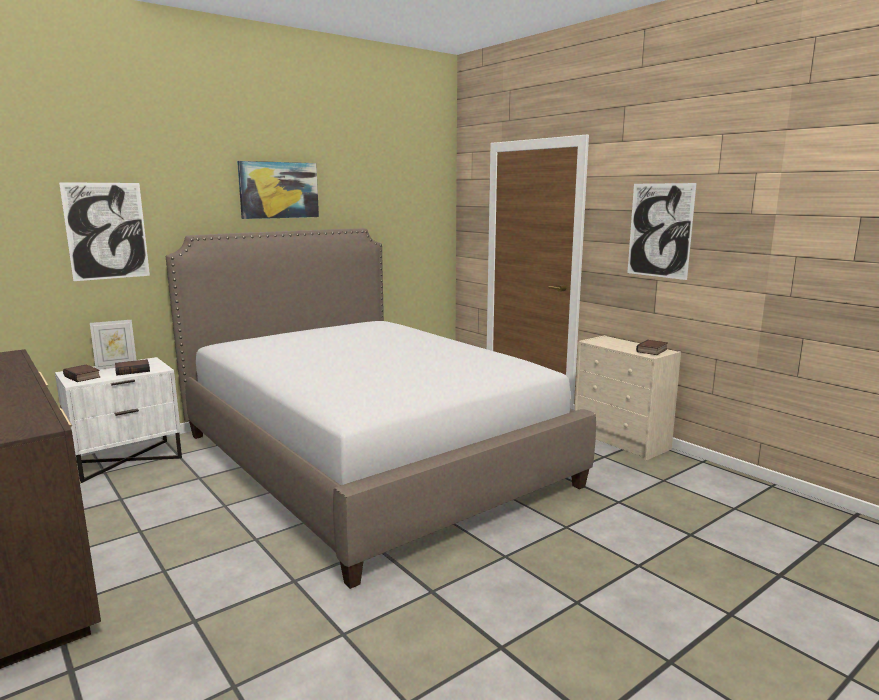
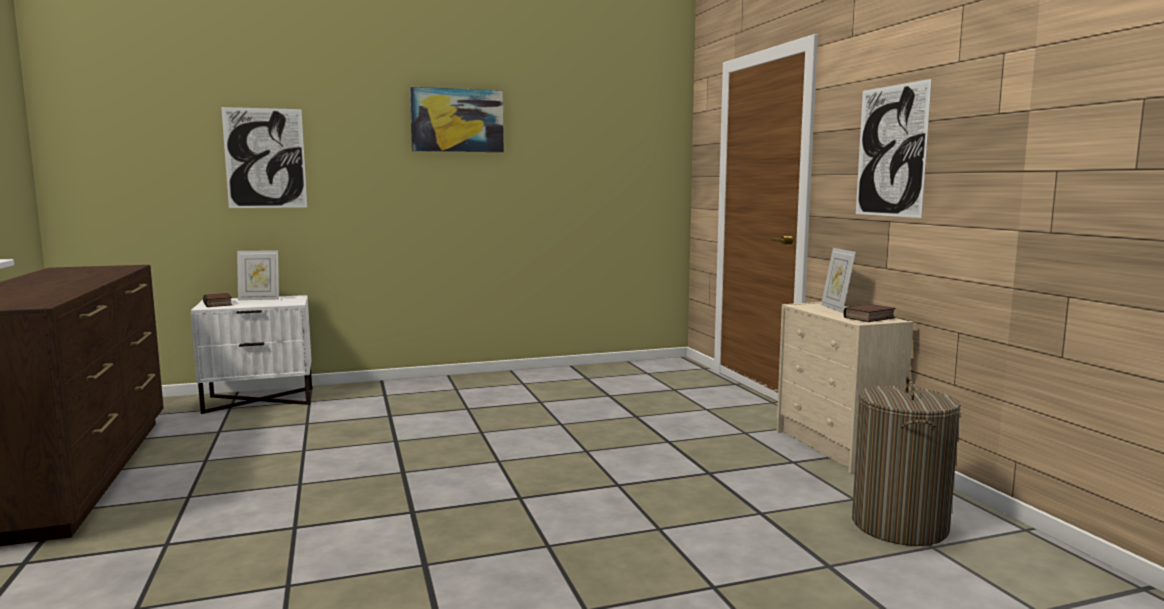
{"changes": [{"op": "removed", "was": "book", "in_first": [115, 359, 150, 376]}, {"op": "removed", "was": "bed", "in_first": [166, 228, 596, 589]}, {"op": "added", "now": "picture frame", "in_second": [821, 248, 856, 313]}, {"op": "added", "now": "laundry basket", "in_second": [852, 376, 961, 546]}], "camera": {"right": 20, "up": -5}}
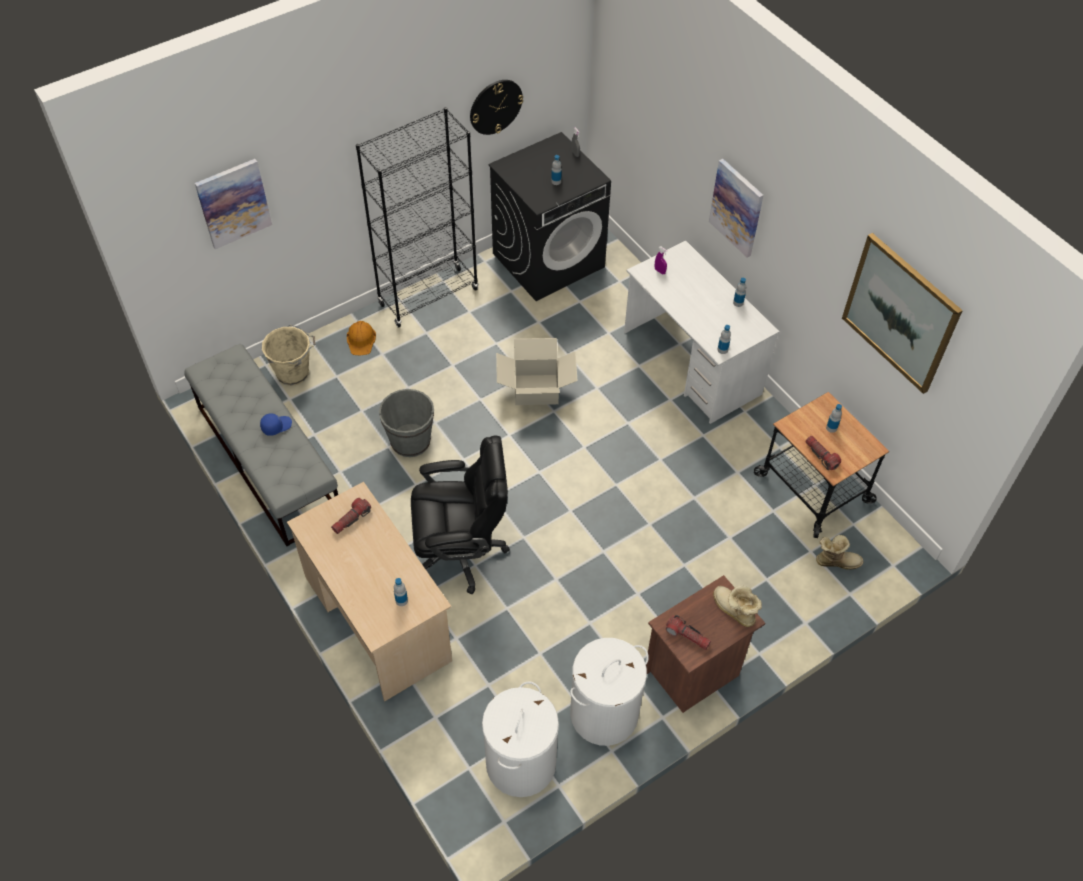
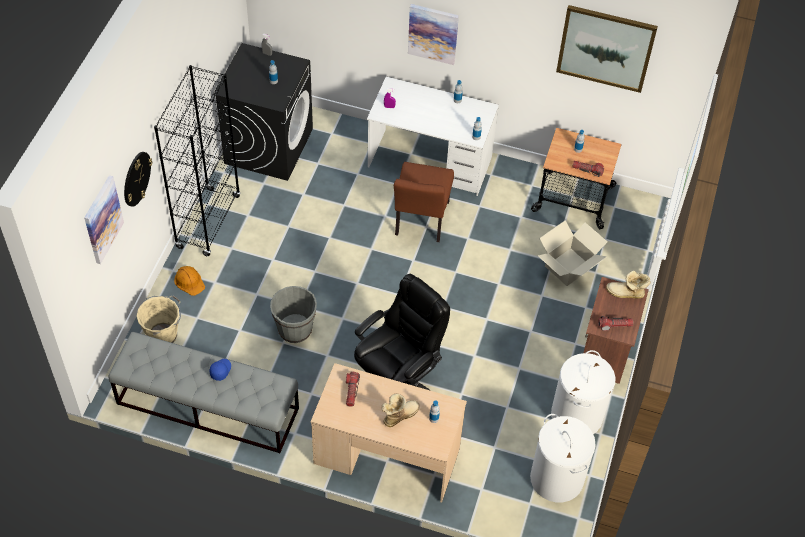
{"changes": [{"op": "moved", "was": "wall clock", "in_first": [470, 80, 523, 135], "in_second": [124, 152, 152, 207]}, {"op": "moved", "was": "cardboard box", "in_first": [496, 338, 577, 405], "in_second": [538, 220, 607, 286]}, {"op": "moved", "was": "boot", "in_first": [816, 535, 863, 570], "in_second": [382, 393, 420, 427]}, {"op": "added", "now": "chair/brown", "in_second": [394, 162, 454, 242]}], "camera": {"right": -40, "up": 0}}
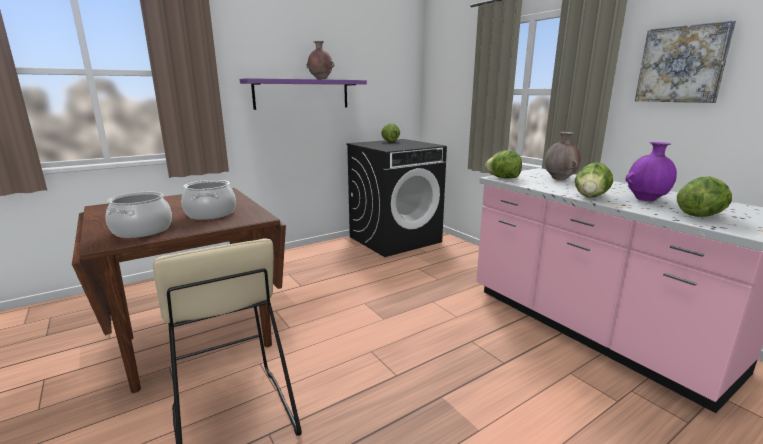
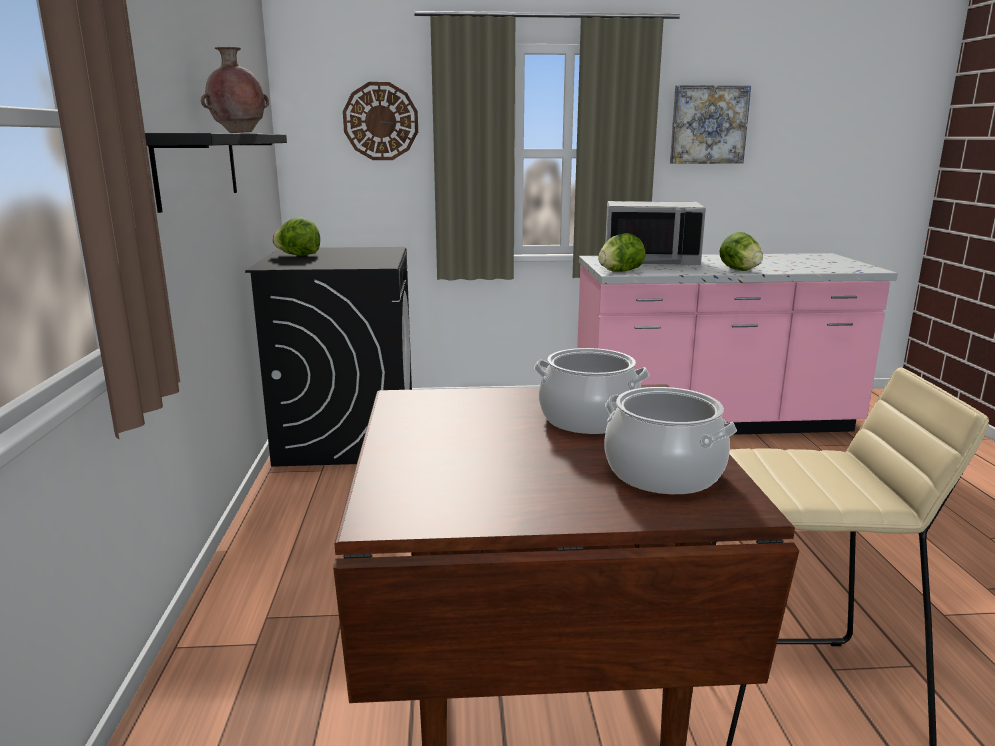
{"changes": [{"op": "recoloured", "was": "shelf/purple", "now": "shelf/black", "in_first": [240, 78, 367, 110], "in_second": [145, 133, 287, 213]}, {"op": "replaced", "was": "vase/brown", "now": "microwave/grey", "in_first": [545, 132, 581, 180], "in_second": [605, 201, 706, 266]}, {"op": "removed", "was": "vase/purple", "in_first": [625, 142, 677, 201]}, {"op": "removed", "was": "lettuce", "in_first": [677, 176, 732, 217]}, {"op": "added", "now": "wall clock", "in_second": [343, 82, 418, 160]}], "camera": {"right": -60, "up": 0}}
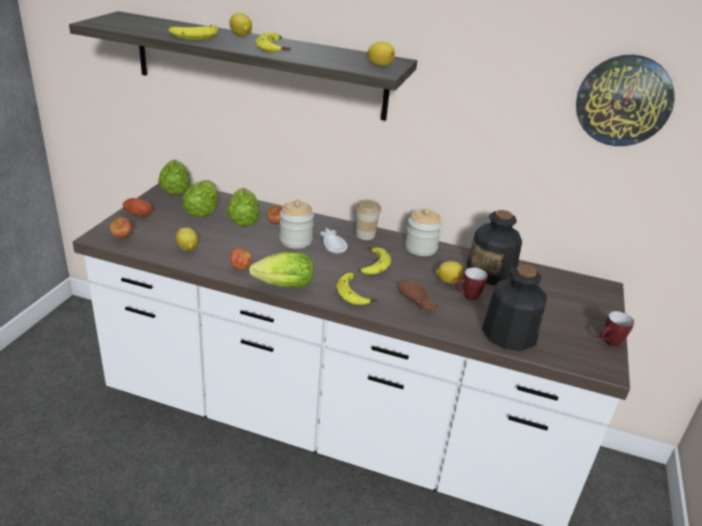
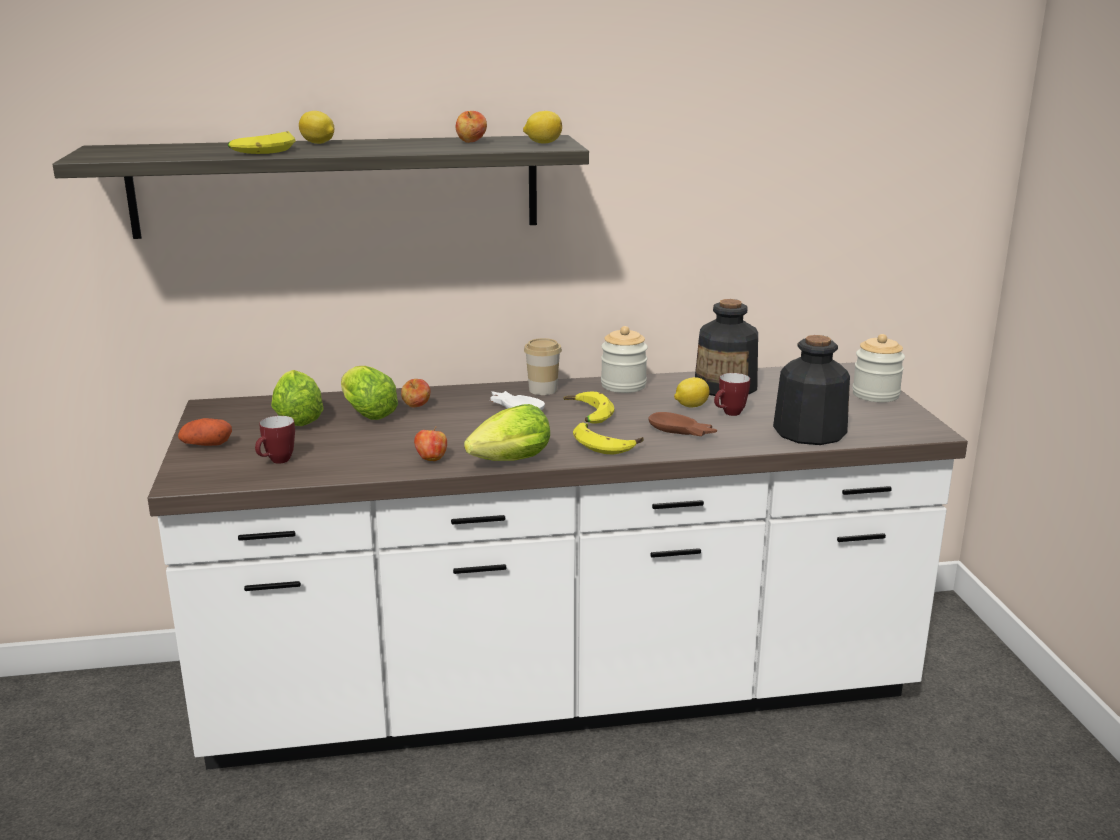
{"changes": [{"op": "moved", "was": "apple", "in_first": [110, 218, 132, 238], "in_second": [456, 111, 487, 143]}, {"op": "removed", "was": "lettuce", "in_first": [158, 159, 190, 195]}, {"op": "removed", "was": "lemon", "in_first": [176, 228, 198, 251]}, {"op": "removed", "was": "banana", "in_first": [255, 32, 291, 53]}, {"op": "moved", "was": "jar", "in_first": [279, 200, 314, 249], "in_second": [852, 334, 905, 402]}, {"op": "removed", "was": "wall clock", "in_first": [576, 55, 675, 146]}, {"op": "moved", "was": "mug", "in_first": [600, 311, 634, 347], "in_second": [255, 416, 295, 464]}], "camera": {"right": -25, "up": -10}}
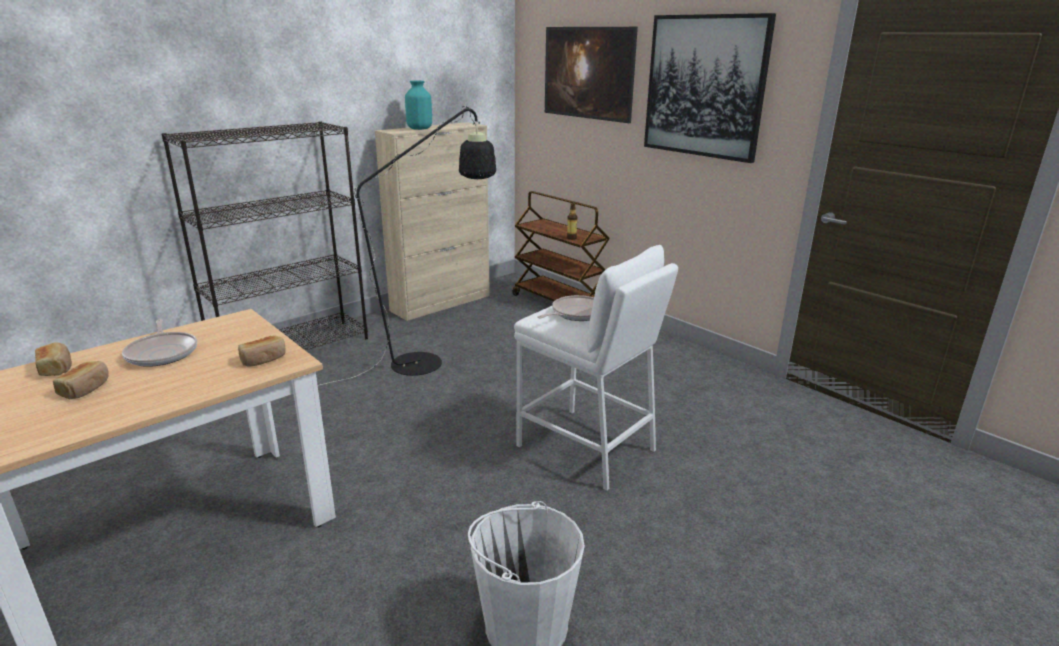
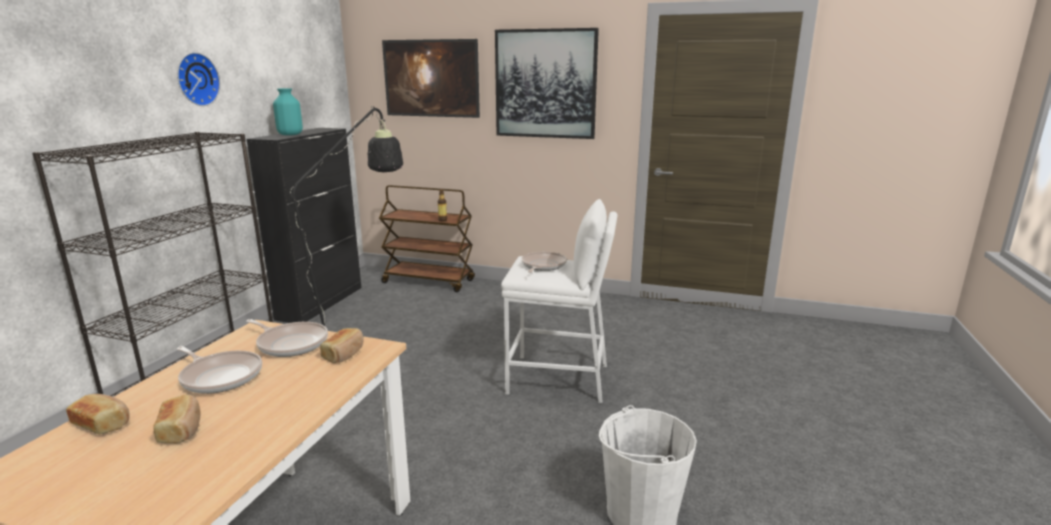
{"changes": [{"op": "recoloured", "was": "cabinet/beige", "now": "cabinet/black", "in_first": [375, 122, 490, 321], "in_second": [246, 128, 361, 323]}, {"op": "added", "now": "wall clock", "in_second": [177, 52, 220, 106]}, {"op": "added", "now": "frying pan", "in_second": [246, 319, 328, 357]}], "camera": {"right": -30, "up": -5}}
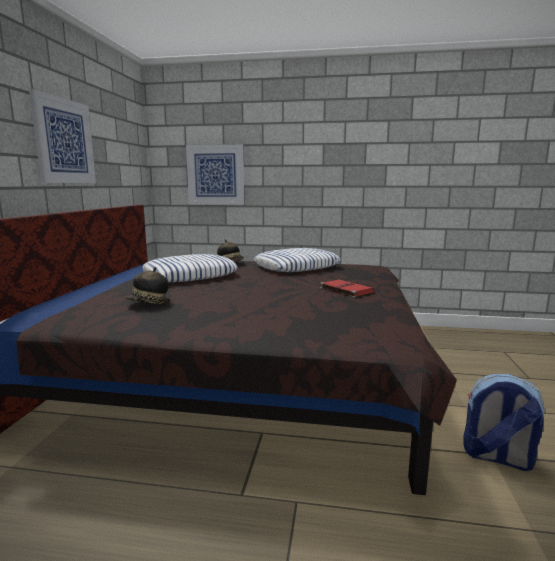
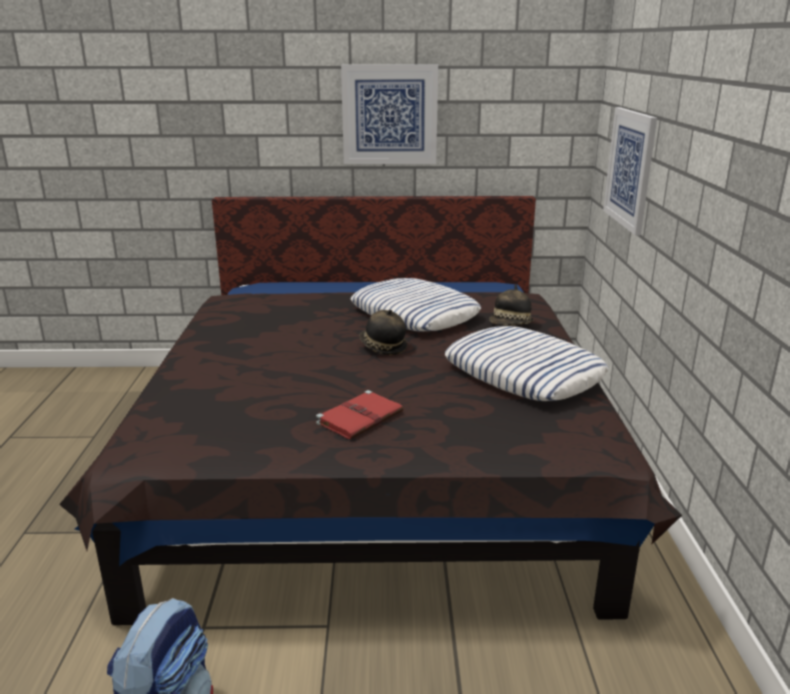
{"changes": [{"op": "moved", "was": "hat", "in_first": [125, 267, 170, 304], "in_second": [359, 309, 408, 355]}], "camera": {"right": 80, "up": 10}}
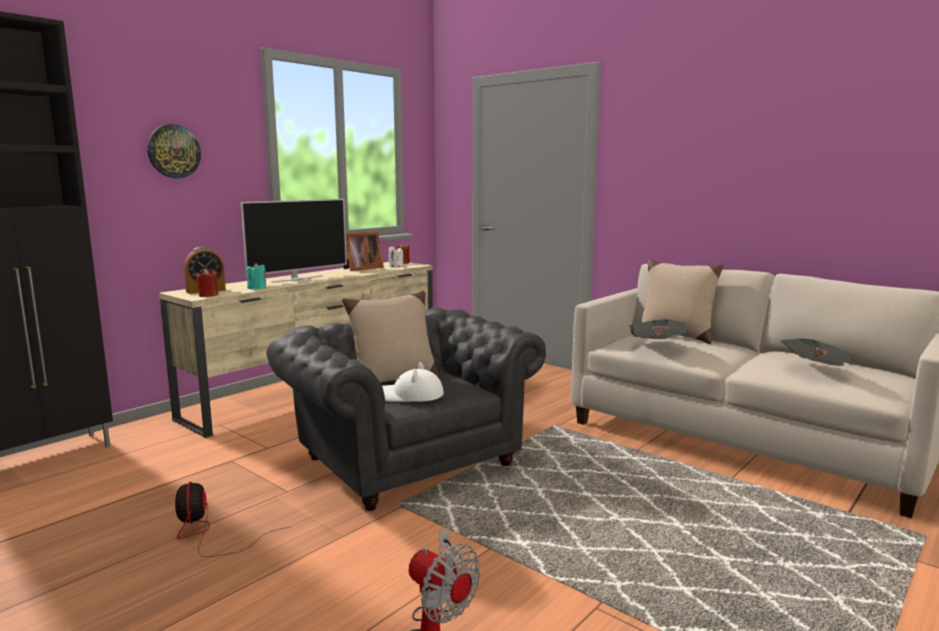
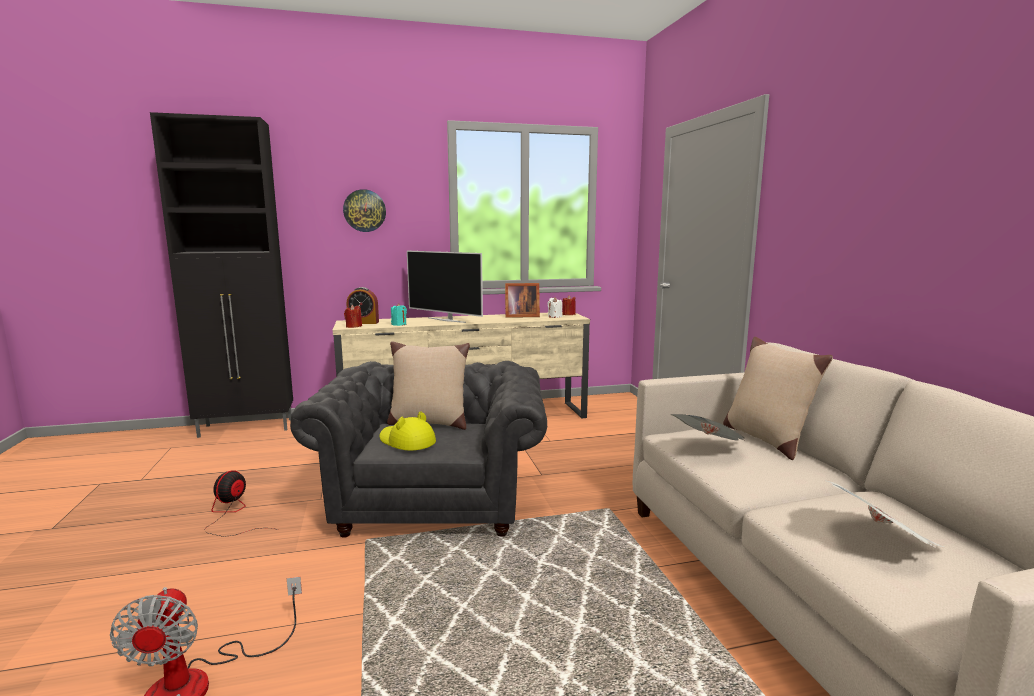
{"changes": [{"op": "turned", "was": "television", "in_first": [241, 199, 347, 283], "in_second": [407, 251, 483, 323], "clockwise": 45}, {"op": "recoloured", "was": "hat/white", "now": "hat/yellow", "in_first": [382, 362, 444, 402], "in_second": [380, 412, 436, 451]}], "camera": {"right": 35, "up": 0}}
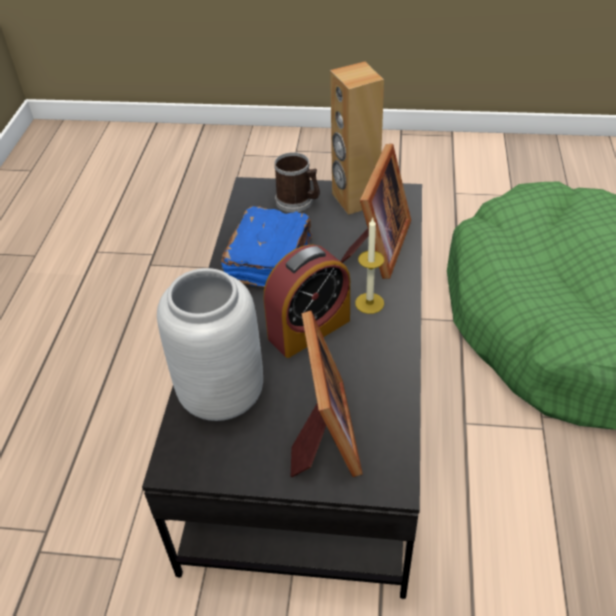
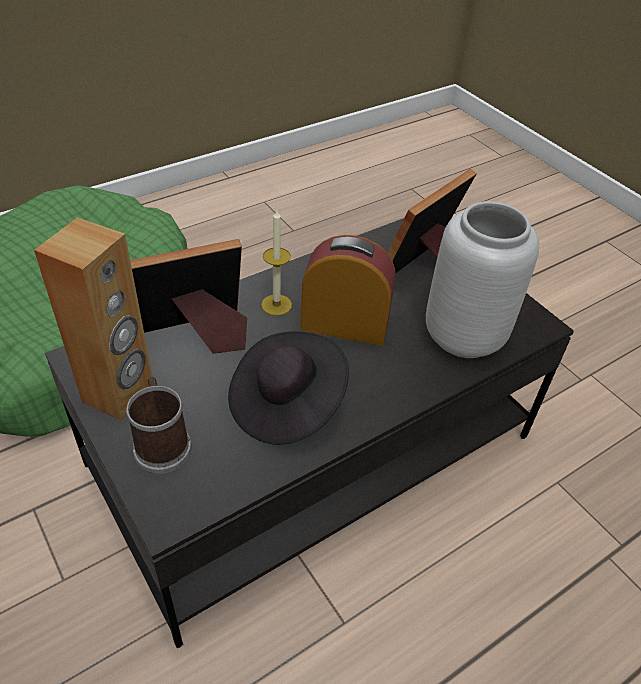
{"changes": [{"op": "replaced", "was": "book/blue", "now": "hat/black", "in_first": [221, 206, 312, 287], "in_second": [228, 331, 349, 445]}], "camera": {"right": -135, "up": 0}}
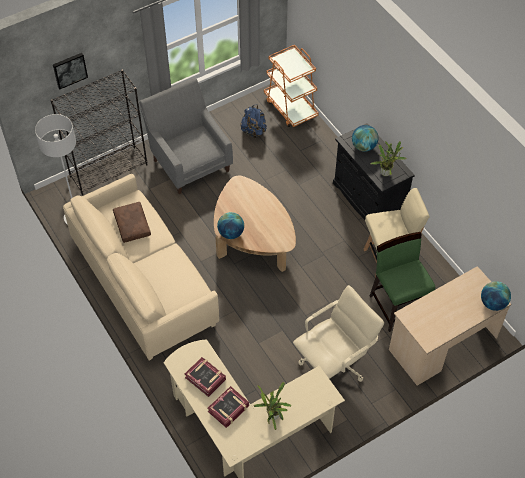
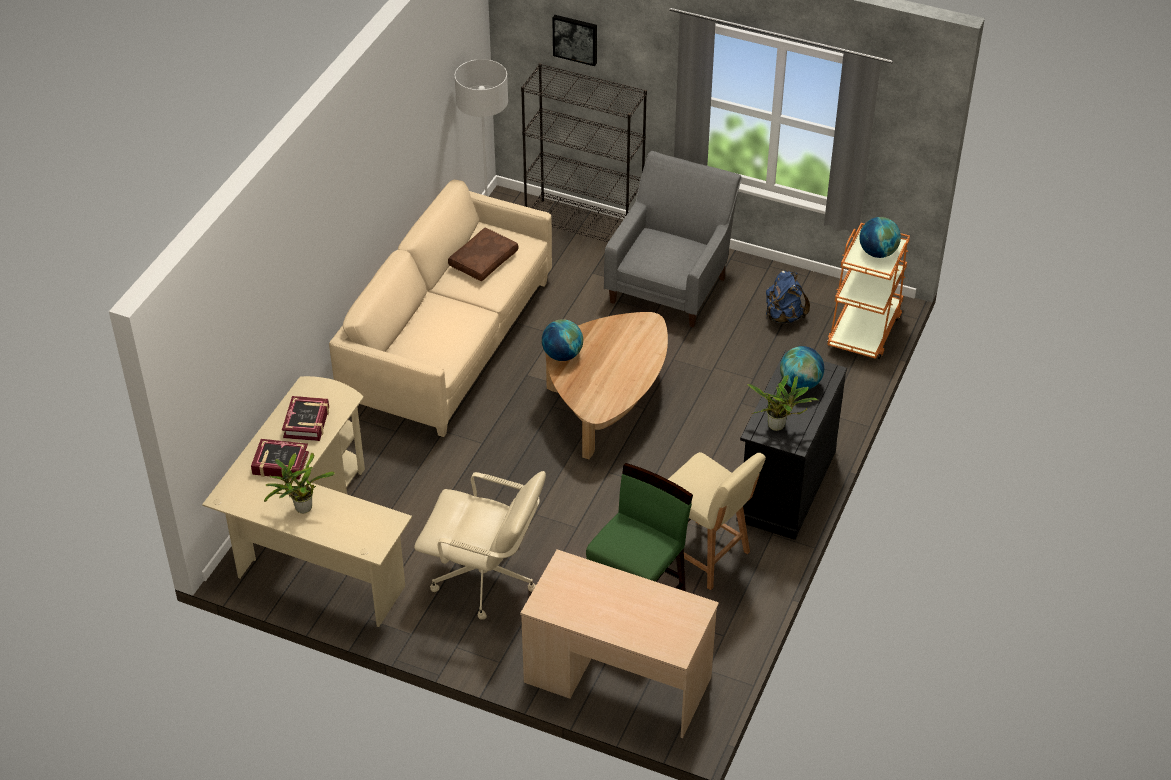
{"changes": [{"op": "moved", "was": "globe", "in_first": [481, 281, 511, 311], "in_second": [860, 217, 901, 258]}], "camera": {"right": 55, "up": -10}}
